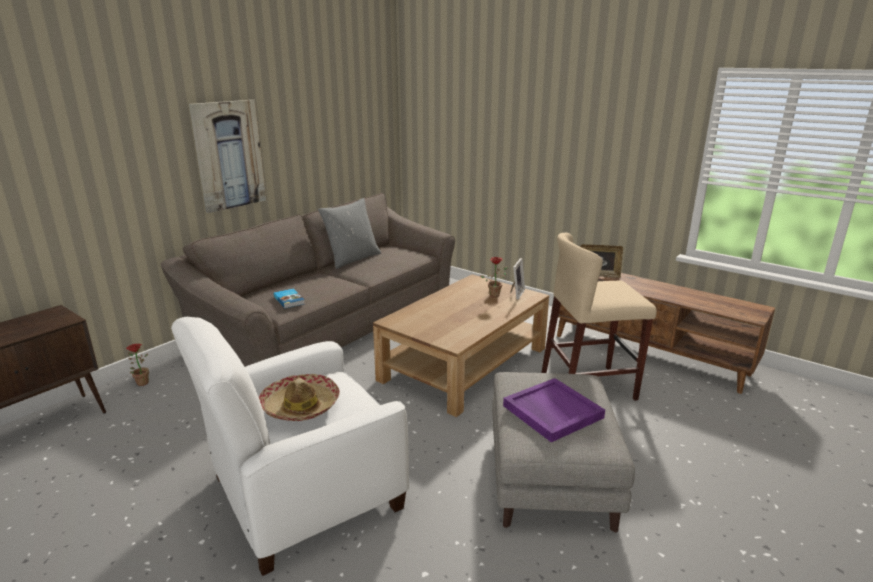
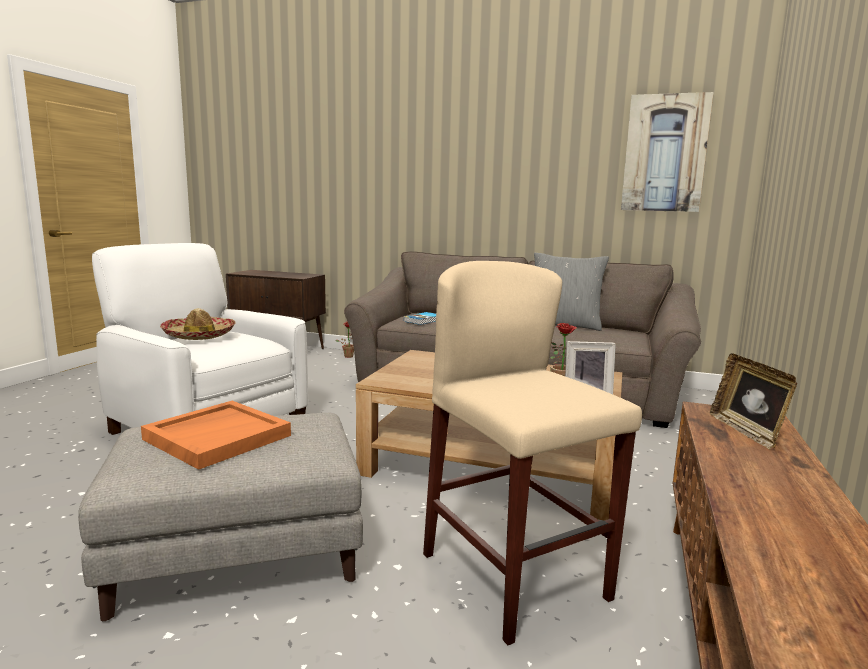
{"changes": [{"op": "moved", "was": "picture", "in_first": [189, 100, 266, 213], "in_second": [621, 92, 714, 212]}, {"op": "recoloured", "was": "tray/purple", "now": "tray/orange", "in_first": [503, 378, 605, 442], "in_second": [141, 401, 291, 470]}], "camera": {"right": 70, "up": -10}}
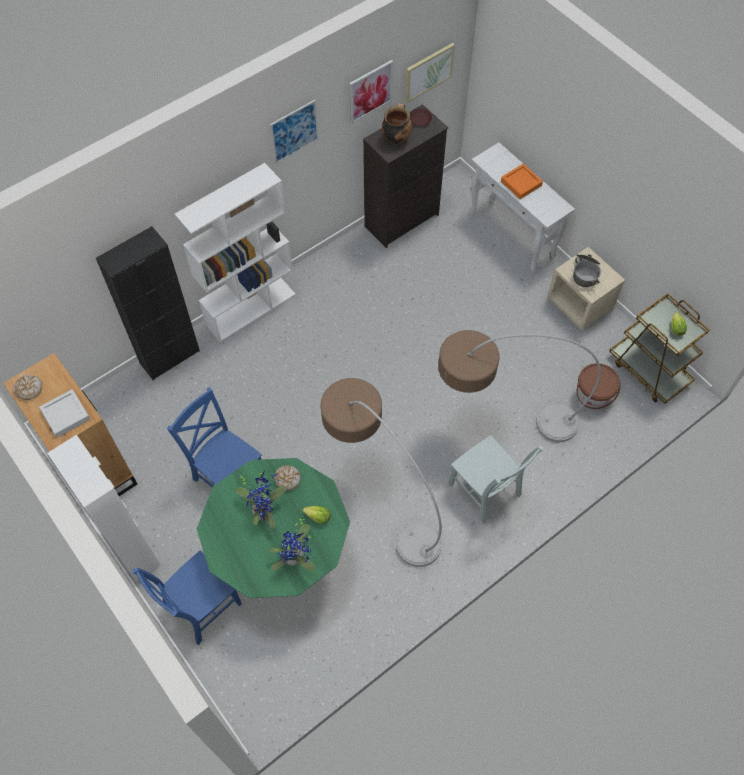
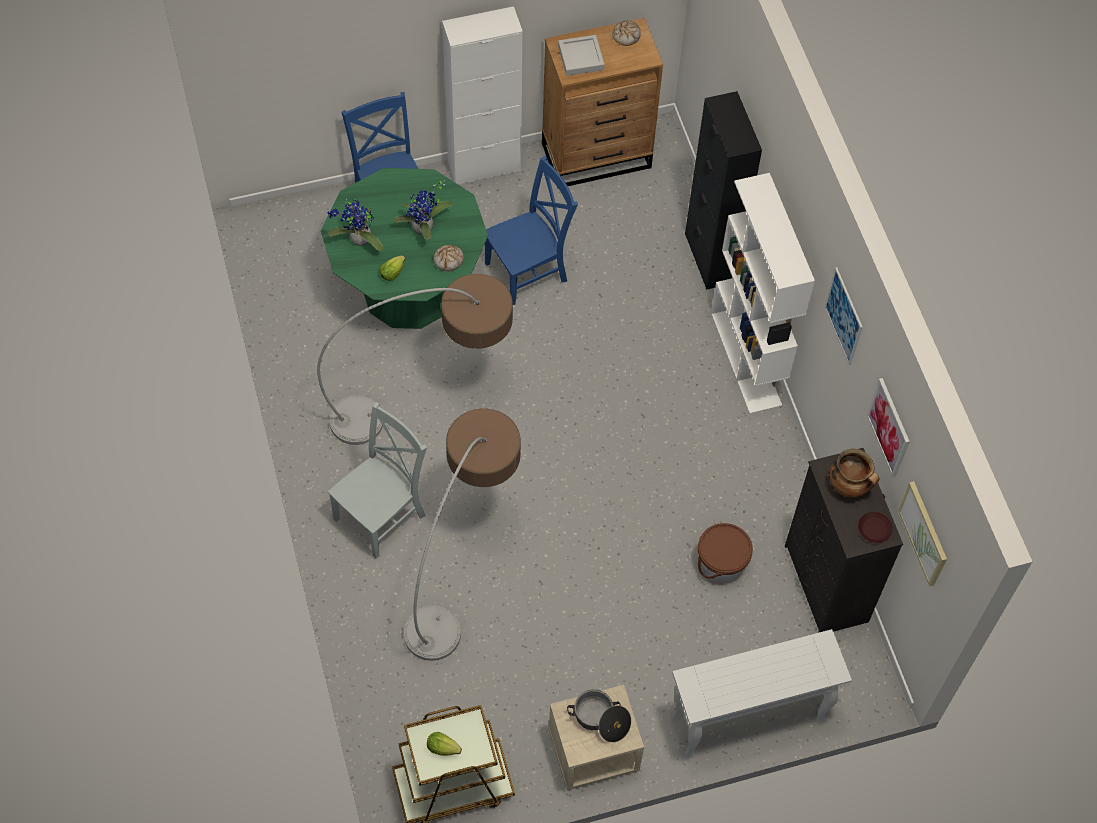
{"changes": [{"op": "turned", "was": "chair/grey", "in_first": [449, 435, 544, 524], "in_second": [328, 402, 427, 559], "clockwise": 150}, {"op": "removed", "was": "tray/orange", "in_first": [501, 164, 543, 199]}, {"op": "moved", "was": "bucket/brown", "in_first": [577, 363, 620, 409], "in_second": [698, 523, 753, 583]}], "camera": {"right": 110, "up": 0}}
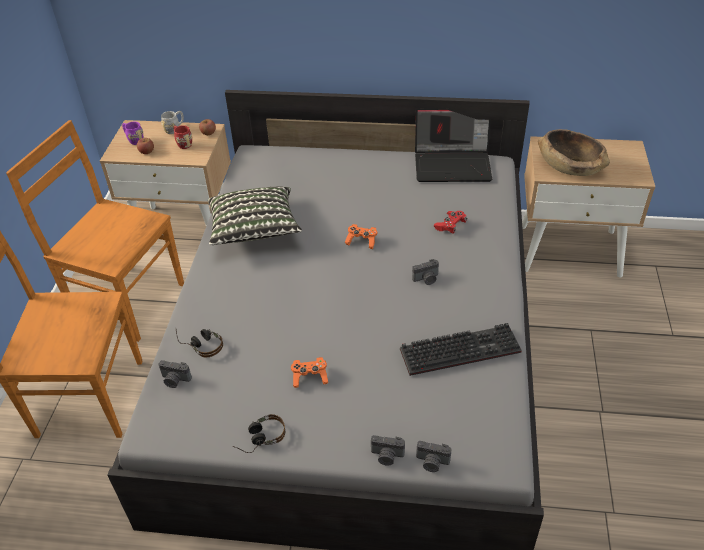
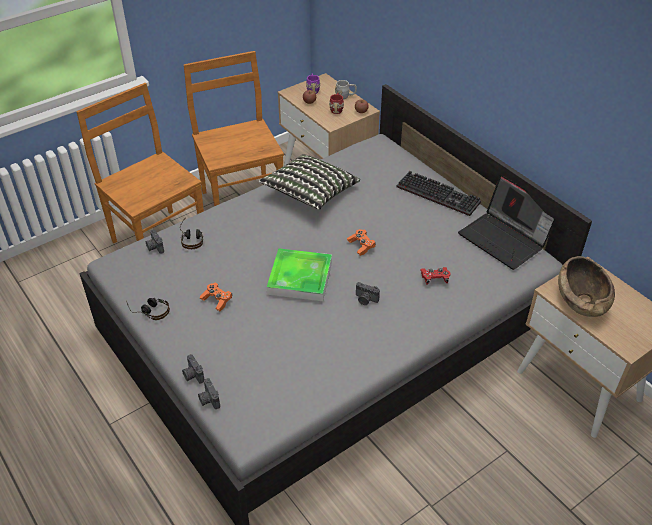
{"changes": [{"op": "moved", "was": "keyboard", "in_first": [400, 323, 522, 376], "in_second": [397, 171, 481, 216]}, {"op": "added", "now": "tray", "in_second": [267, 248, 332, 301]}], "camera": {"right": 45, "up": 0}}
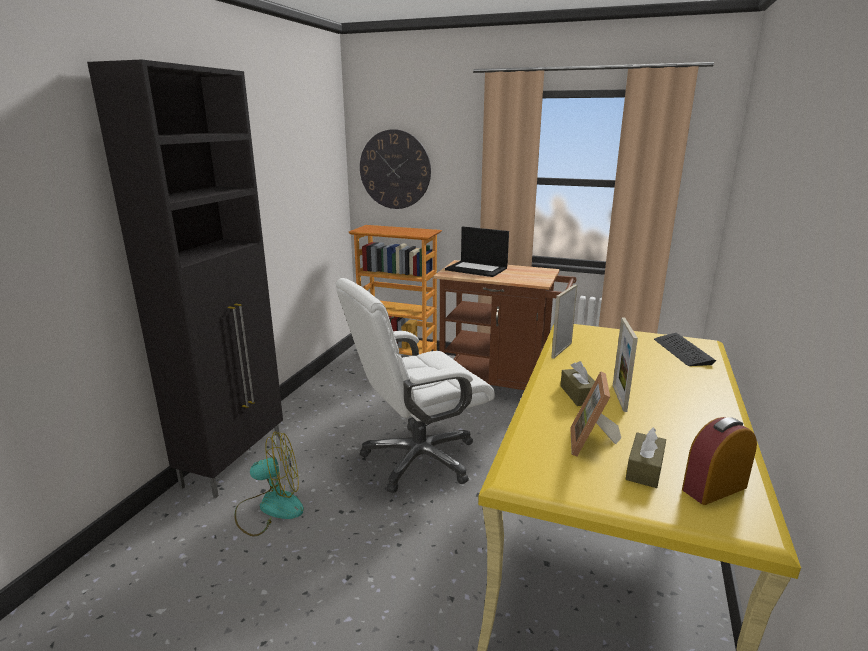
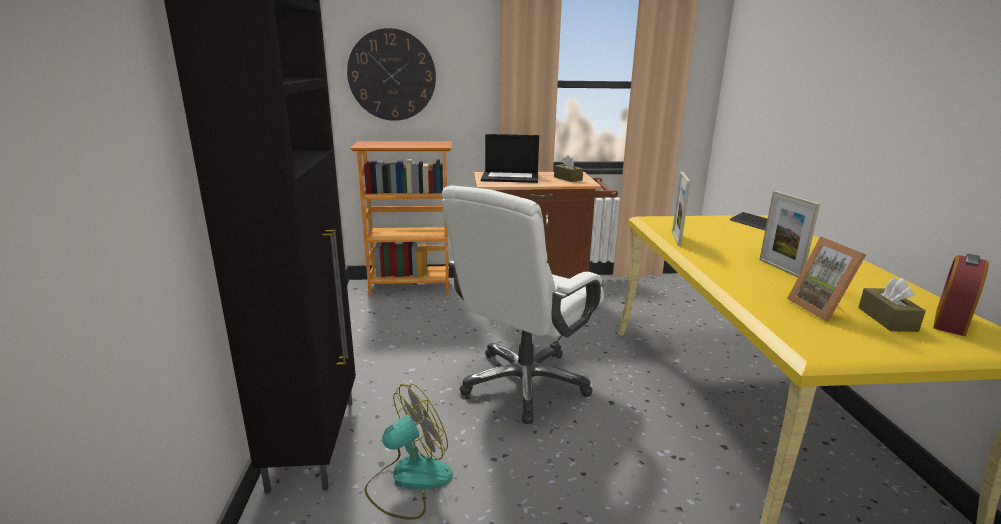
{"changes": [{"op": "moved", "was": "tissue box/brown", "in_first": [560, 361, 595, 406], "in_second": [554, 155, 583, 182]}], "camera": {"right": -25, "up": 0}}
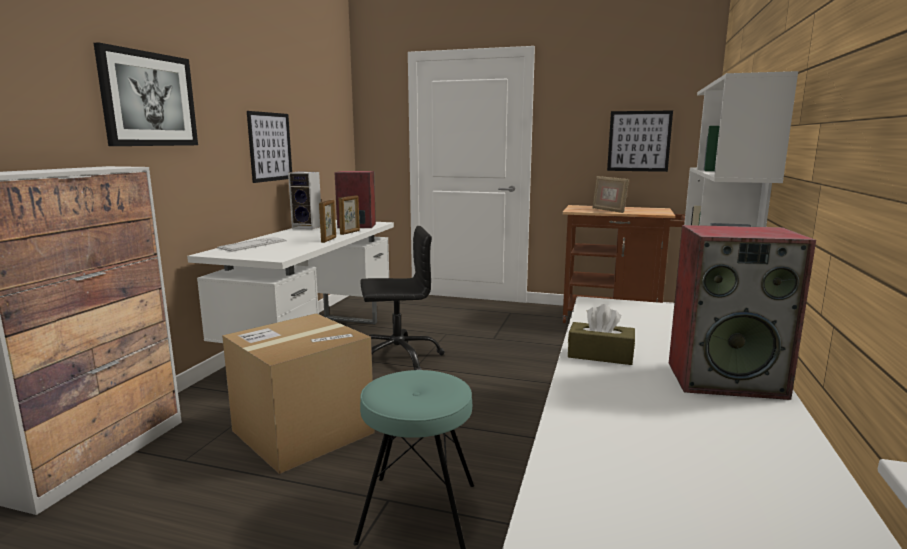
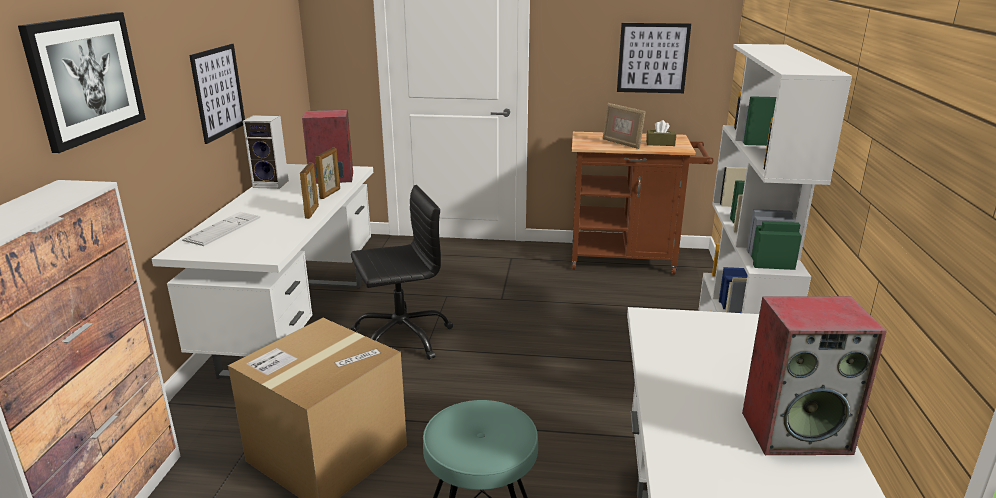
{"changes": [{"op": "moved", "was": "tissue box/brown", "in_first": [568, 304, 635, 365], "in_second": [646, 120, 676, 146]}], "camera": {"right": -10, "up": 10}}
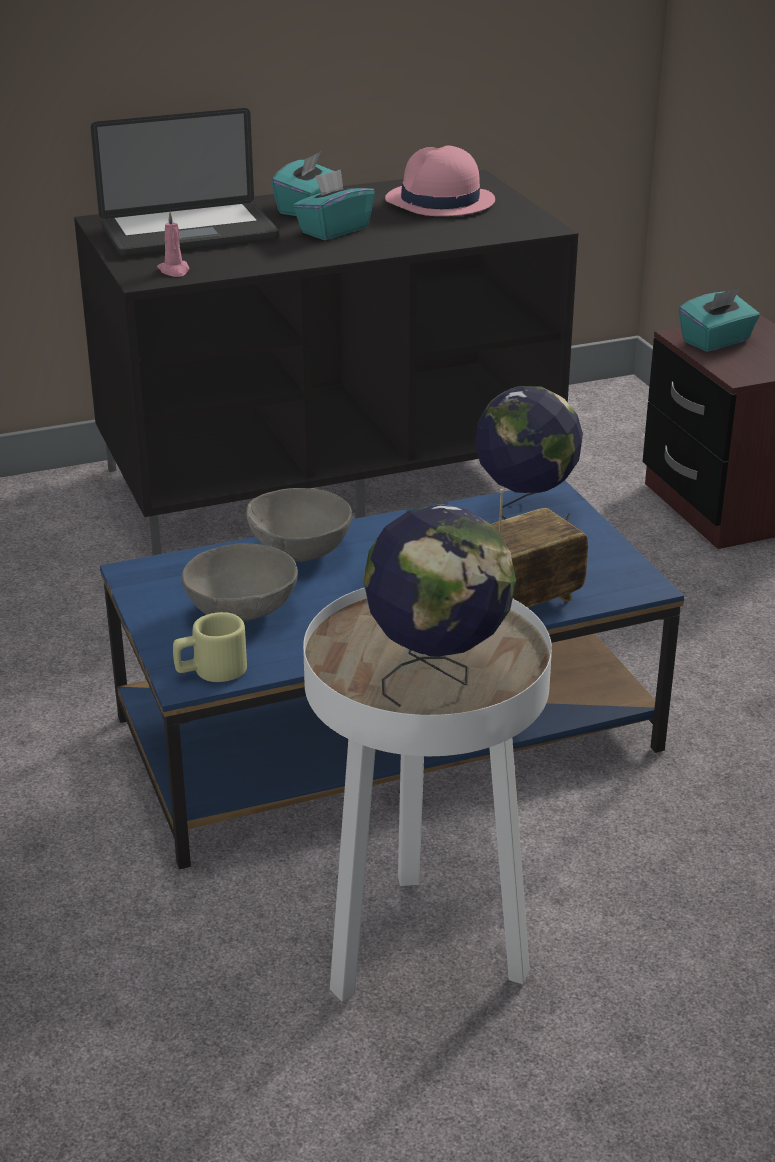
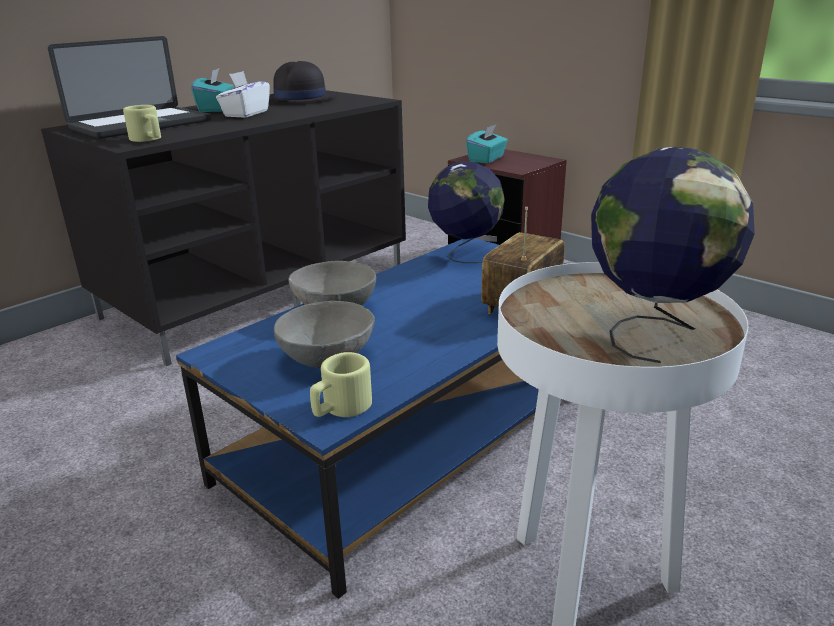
{"changes": [{"op": "replaced", "was": "candle/pink", "now": "mug/beige", "in_first": [157, 212, 189, 277], "in_second": [123, 105, 161, 142]}, {"op": "recoloured", "was": "tissue box/turquoise", "now": "tissue box/white", "in_first": [292, 169, 375, 240], "in_second": [216, 71, 270, 118]}, {"op": "recoloured", "was": "hat/pink", "now": "hat/black", "in_first": [385, 146, 495, 216], "in_second": [269, 61, 336, 102]}], "camera": {"right": -25, "up": -5}}
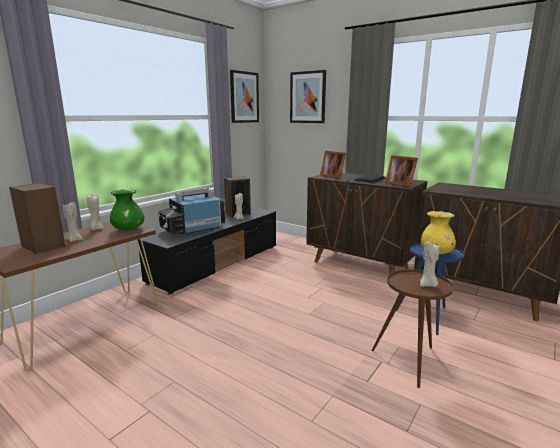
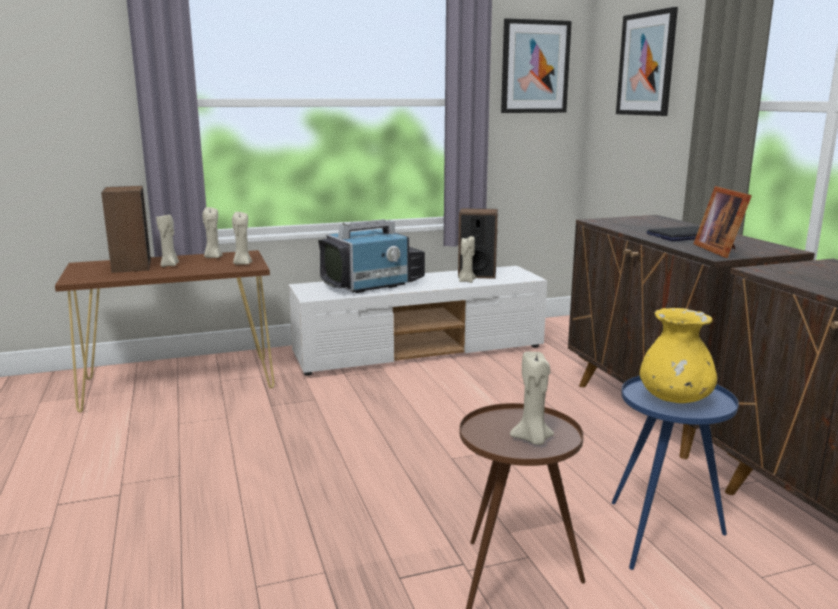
{"changes": [{"op": "replaced", "was": "vase/green", "now": "candle/beige", "in_first": [110, 189, 144, 231], "in_second": [232, 212, 252, 265]}, {"op": "recoloured", "was": "tv stand/black", "now": "tv stand/white", "in_first": [138, 207, 276, 295], "in_second": [289, 266, 547, 376]}, {"op": "turned", "was": "television", "in_first": [158, 188, 225, 234], "in_second": [318, 219, 425, 293], "clockwise": 150}, {"op": "removed", "was": "picture frame", "in_first": [320, 151, 346, 179]}], "camera": {"right": 35, "up": 0}}
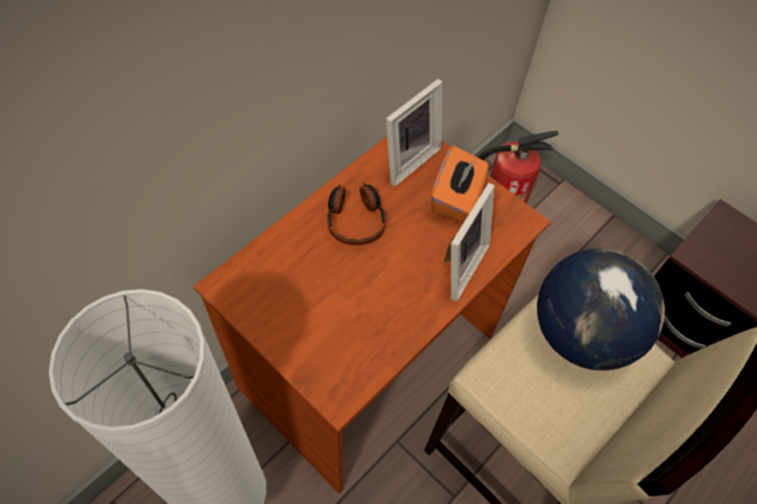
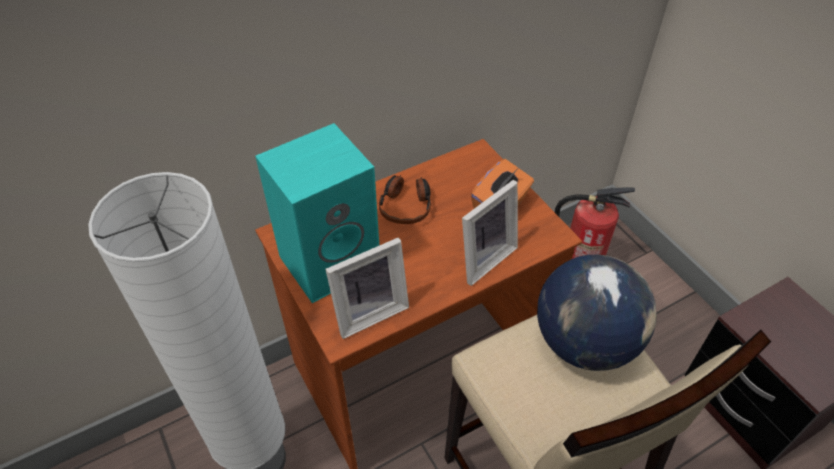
{"changes": [{"op": "moved", "was": "picture frame", "in_first": [386, 79, 442, 186], "in_second": [325, 237, 409, 339]}, {"op": "added", "now": "speaker/turquoise", "in_second": [255, 123, 379, 303]}], "camera": {"right": 20, "up": -10}}
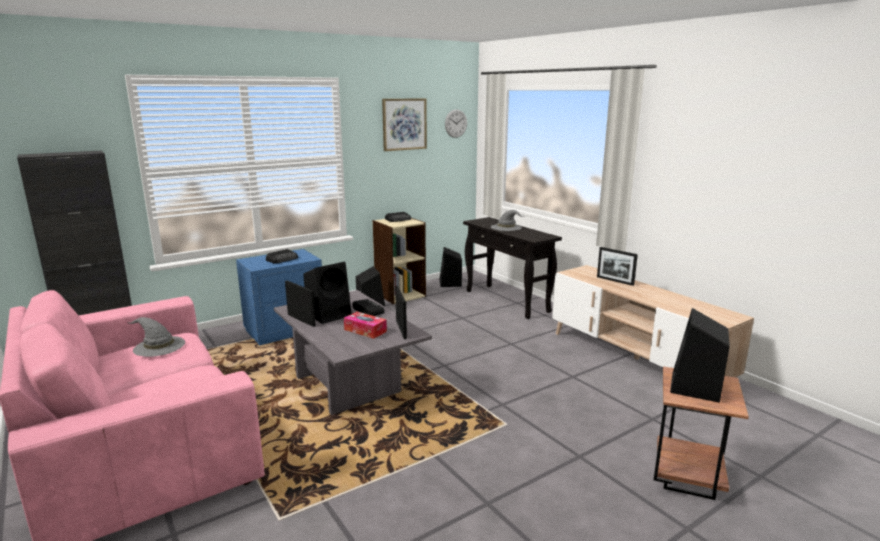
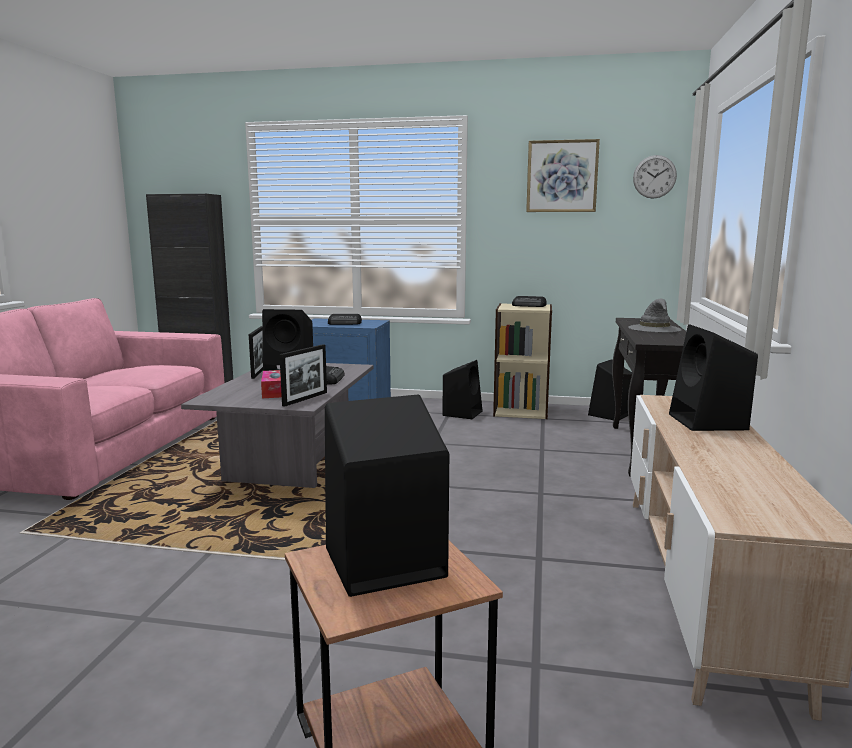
{"changes": [{"op": "removed", "was": "hat/grey", "in_first": [127, 317, 185, 357]}, {"op": "replaced", "was": "picture frame", "now": "speaker/black", "in_first": [597, 247, 638, 286], "in_second": [669, 324, 758, 431]}], "camera": {"right": 45, "up": -5}}
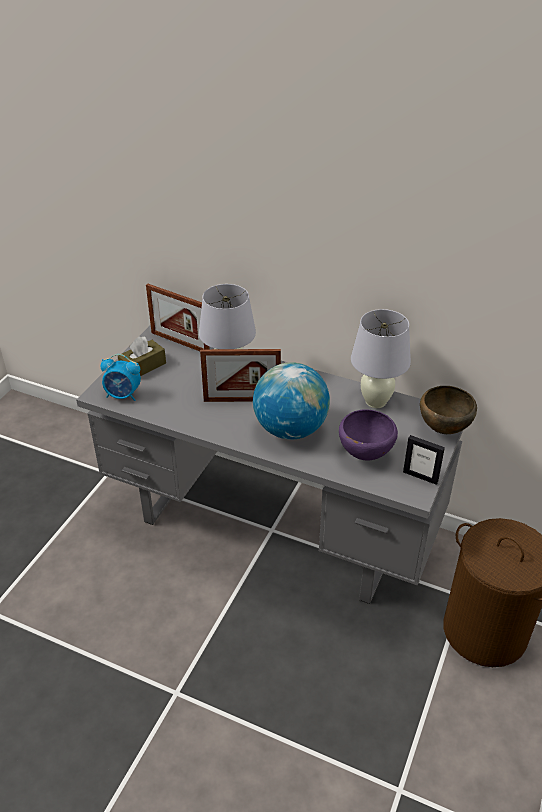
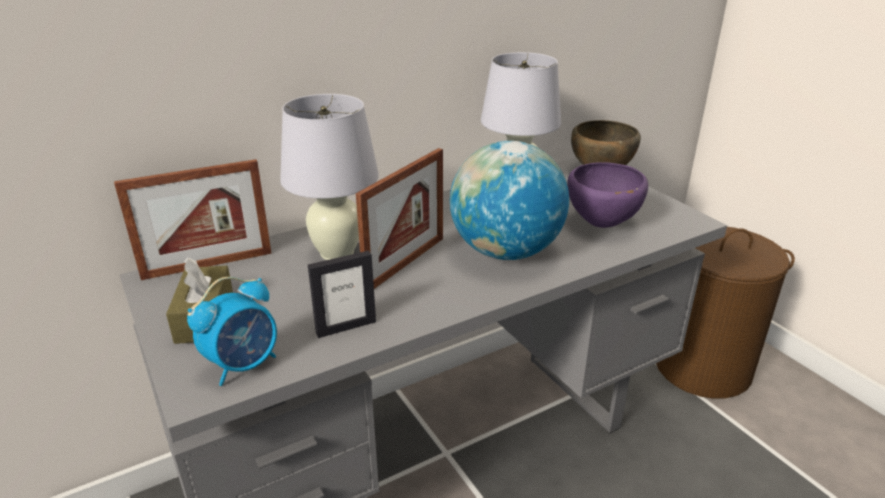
{"changes": [{"op": "moved", "was": "picture frame", "in_first": [403, 435, 445, 485], "in_second": [308, 251, 376, 338]}], "camera": {"right": -55, "up": -10}}
